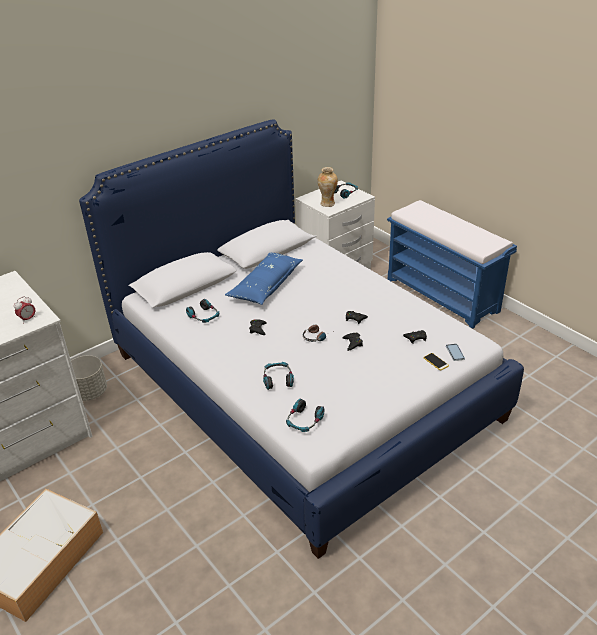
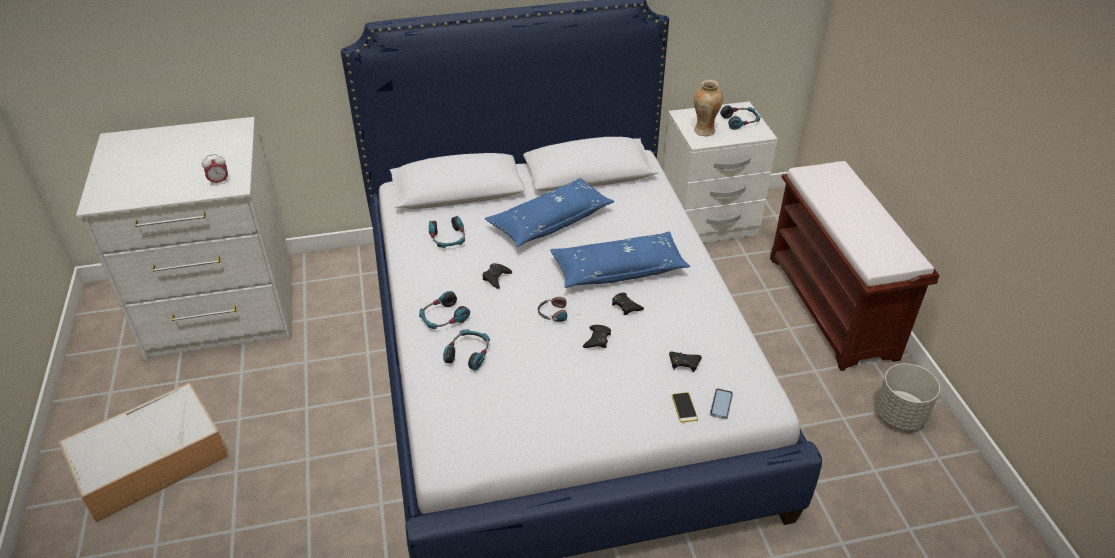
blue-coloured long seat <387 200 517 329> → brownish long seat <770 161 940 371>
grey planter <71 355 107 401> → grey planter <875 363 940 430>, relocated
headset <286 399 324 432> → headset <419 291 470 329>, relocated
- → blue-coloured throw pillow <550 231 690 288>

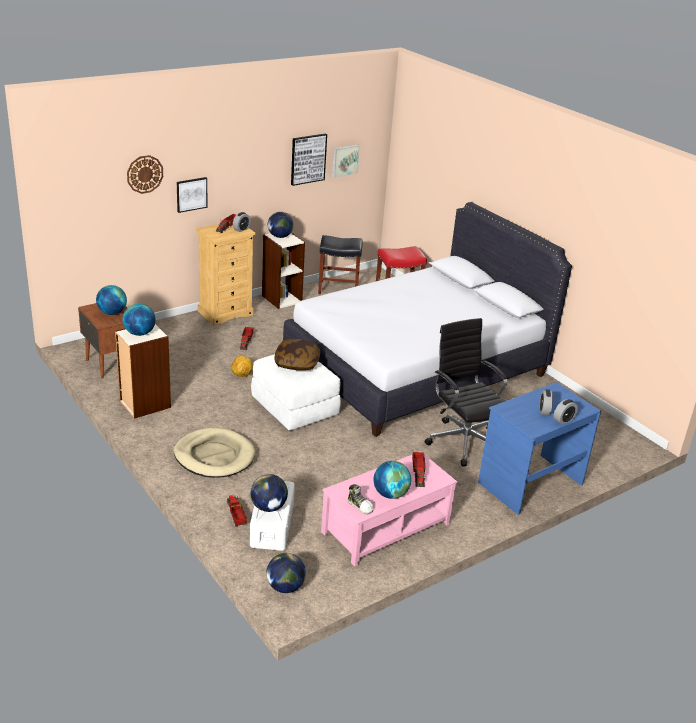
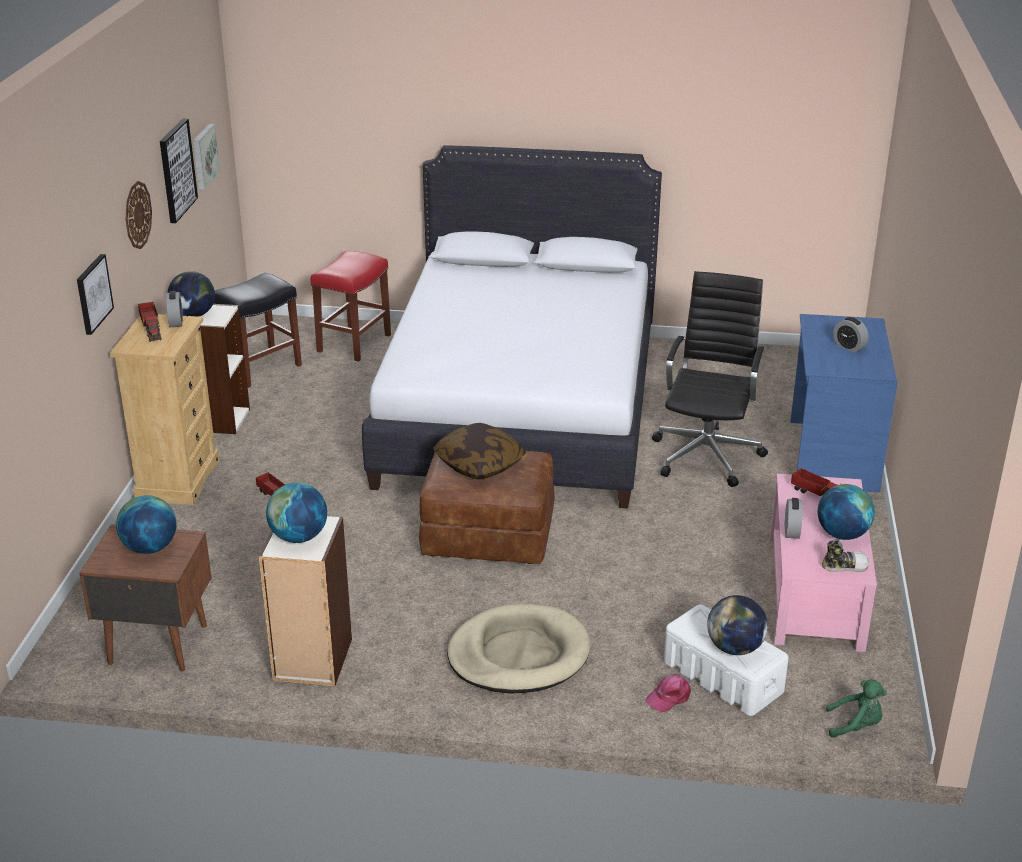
wall clock <127 155 163 194> → wall clock <126 181 152 249>, relocated
black-coloured desk chair <425 318 508 466> → black-coloured desk chair <652 271 768 487>, 90 degrees clockwise
white pouffe <251 354 341 430> → brownish pouffe <419 451 555 564>
football <231 356 253 377> → -
alarm clock <554 399 578 424> → alarm clock <785 498 803 539>, relocated
model truck <227 495 247 526> → pink peaked cap <645 674 691 712>
world globe <266 553 306 593> → green-coloured soft toy <826 680 887 738>

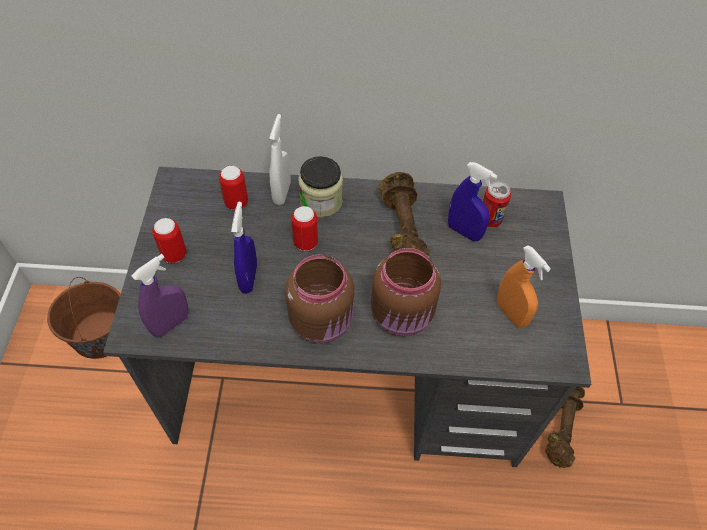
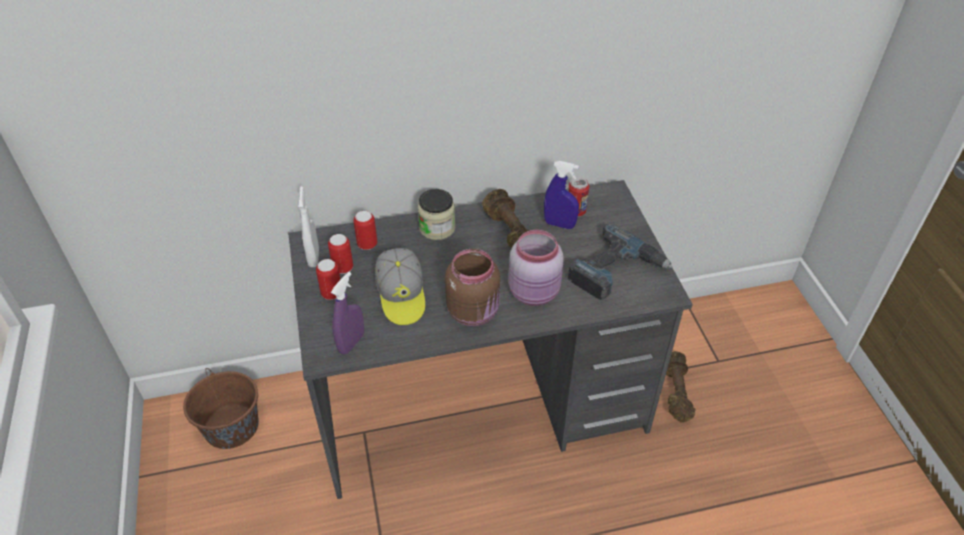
white spray bottle <269 114 291 205> → white spray bottle <298 186 319 267>, relocated
blue-coloured spray bottle <231 202 257 294> → peaked cap <375 248 425 325>
can <291 206 318 251> → can <328 234 353 274>, relocated
orangey spray bottle <497 245 551 328> → electric drill <568 224 673 301>
brownish jar <371 248 441 336> → pink jar <509 230 563 306>

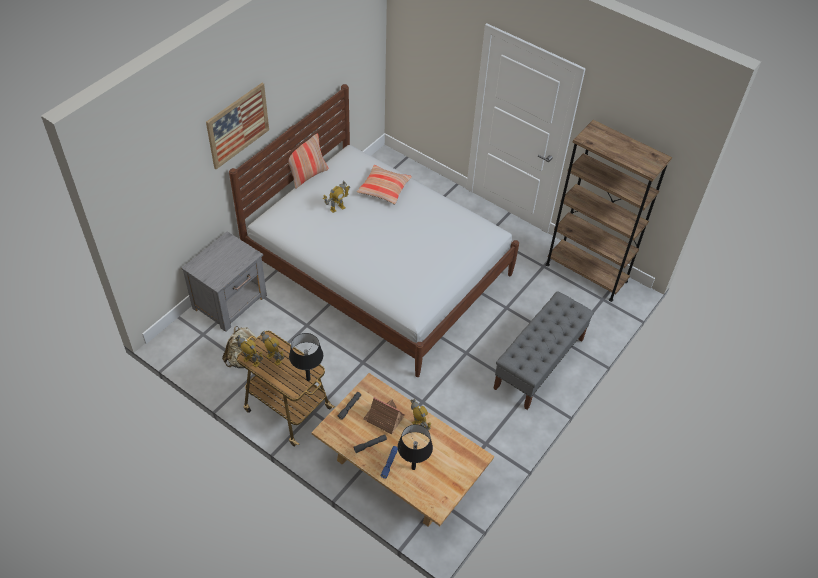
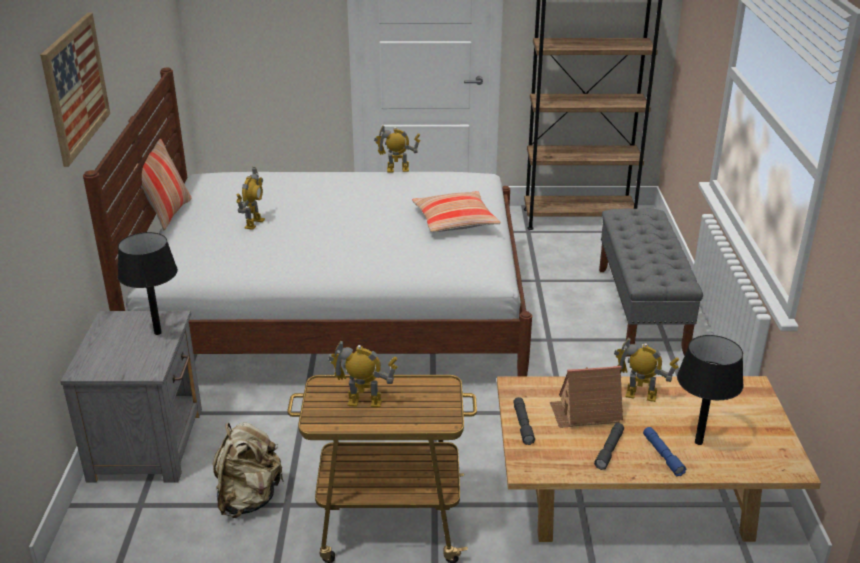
throw pillow <357 165 412 205> → throw pillow <412 191 501 232>, relocated
black-coloured table lamp <289 333 323 381> → black-coloured table lamp <118 232 178 335>, relocated
model robot <235 335 263 367> → model robot <374 125 421 173>, relocated

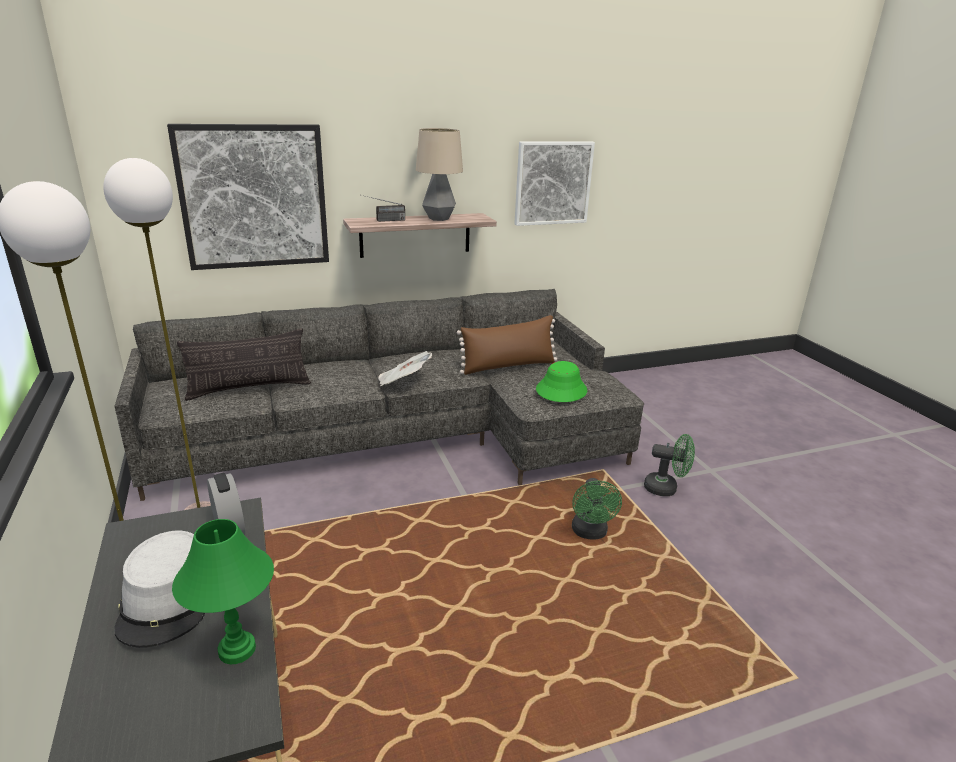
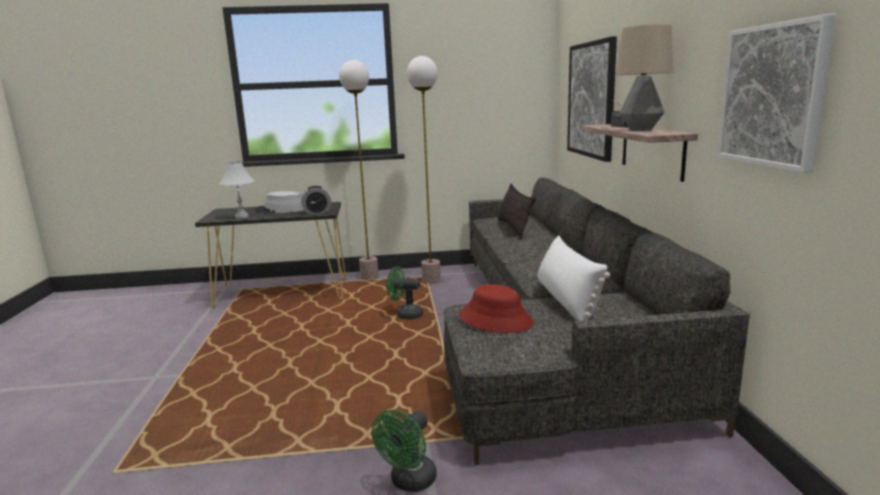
brownish throw pillow <457 315 557 375> → white throw pillow <537 235 610 321>
newspaper <378 351 432 386> → -
green-coloured clothing hat <536 361 587 402> → reddish clothing hat <459 284 534 333>
green-coloured fan <572 478 622 540> → green-coloured fan <387 266 423 319>, relocated
green-coloured table lamp <172 519 274 664> → white table lamp <219 162 254 219>

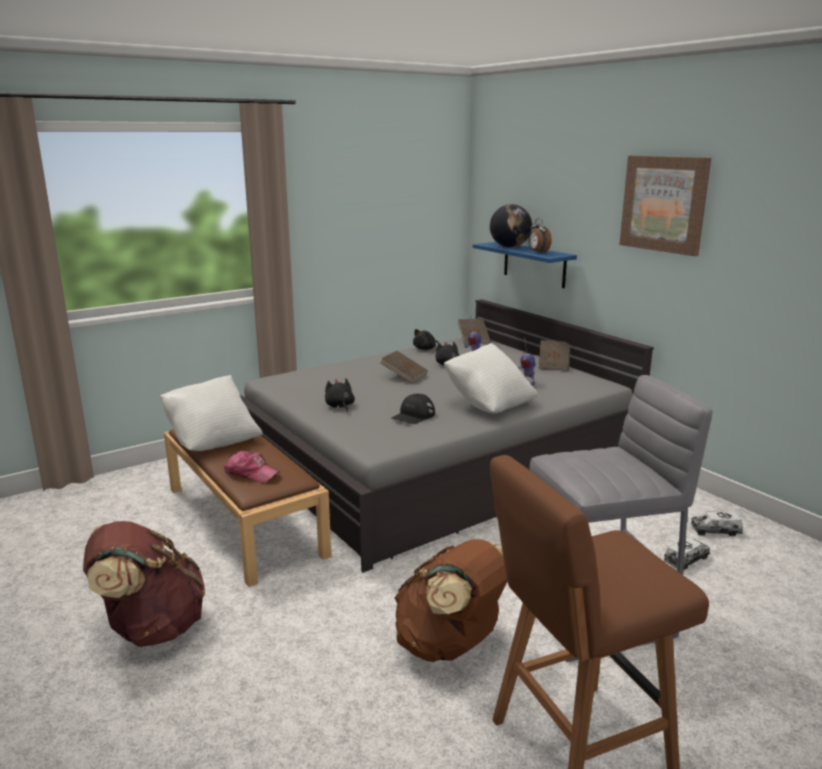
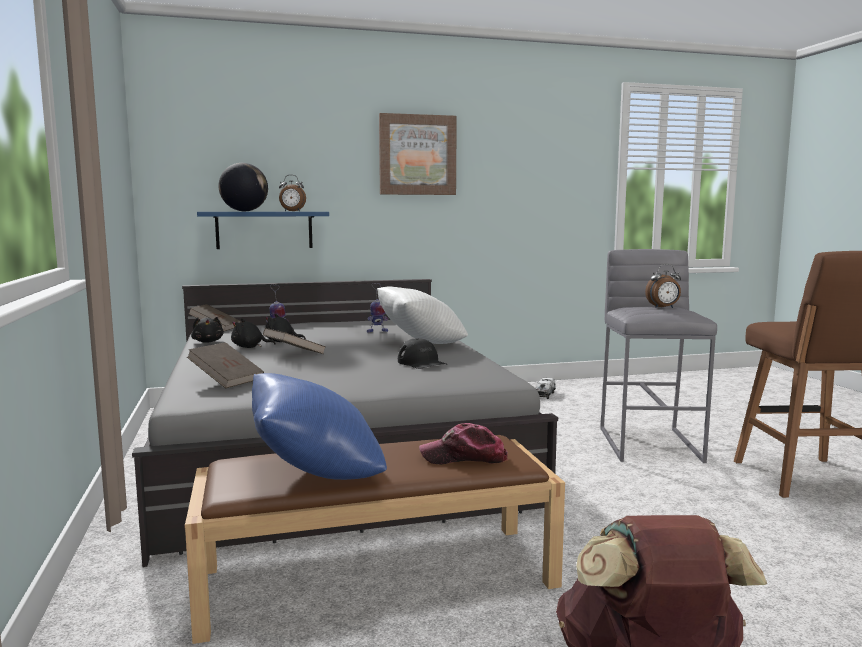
brownish volume <538 340 570 370> → brownish volume <187 342 264 388>, relocated
white throw pillow <160 375 263 451> → blue-coloured throw pillow <252 373 387 480>
black-coloured soft toy <325 378 355 412> → black-coloured soft toy <231 318 276 348>, relocated
peaked cap <224 451 280 483> → peaked cap <419 423 508 464>, 135 degrees counterclockwise
model truck <664 537 710 570> → -
brownish backpack <394 539 507 662> → -
- → alarm clock <645 264 681 308>

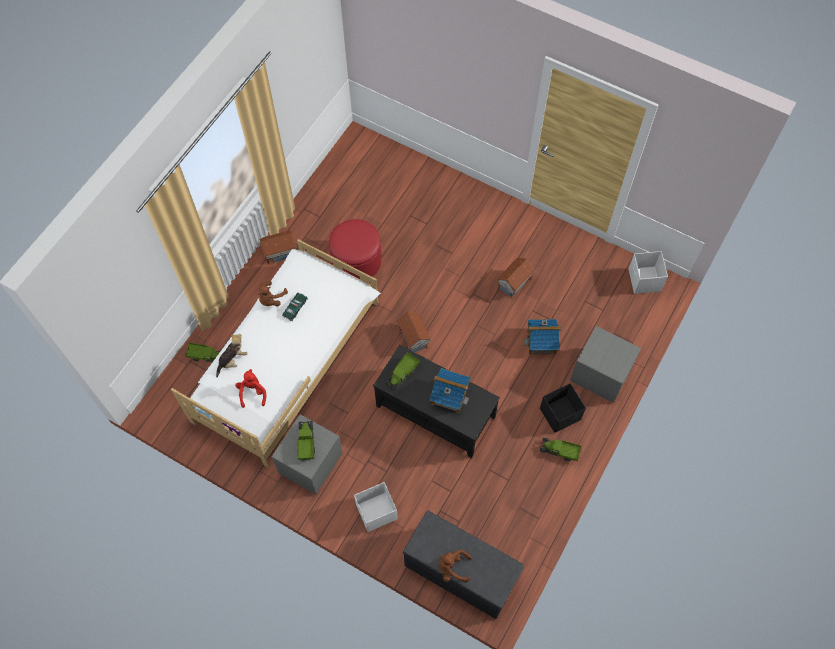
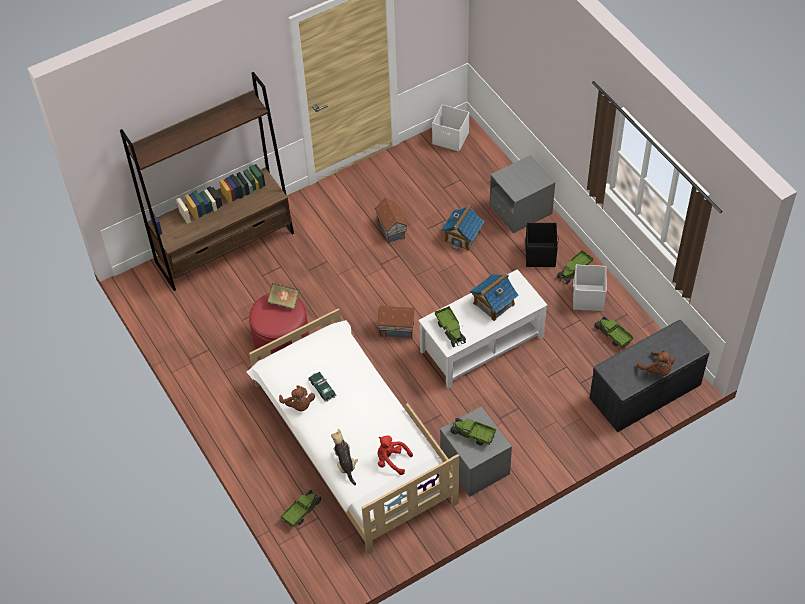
toy house <259 230 296 264> → -
black-coloured lounge table <373 345 500 458> → white lounge table <418 269 548 388>
white storage bin <354 482 398 532> → white storage bin <573 265 606 311>, relocated
brownish soft toy <439 550 472 582> → brownish soft toy <637 350 675 376>, 75 degrees counterclockwise
- → brownish bookshelf <120 72 294 291>
- → volume <267 283 299 309>
- → model truck <595 316 633 348>

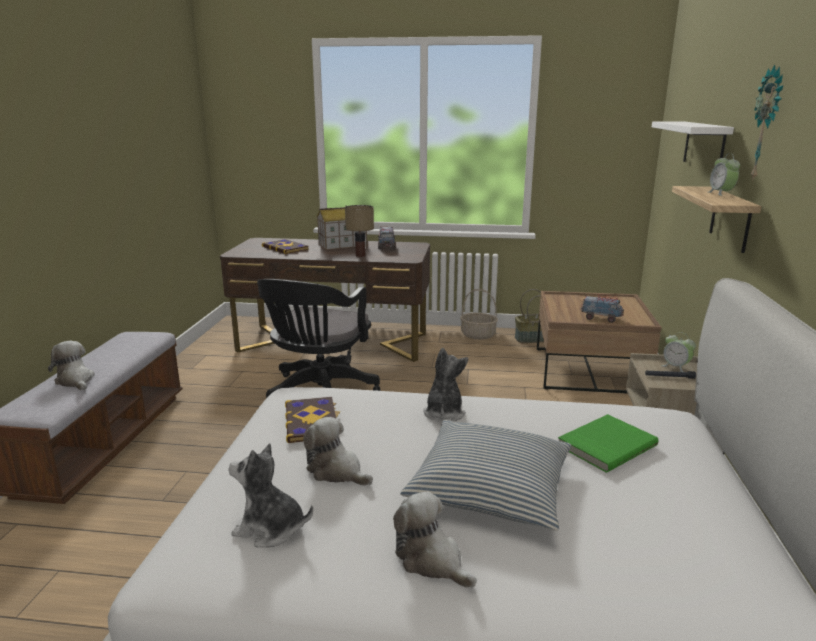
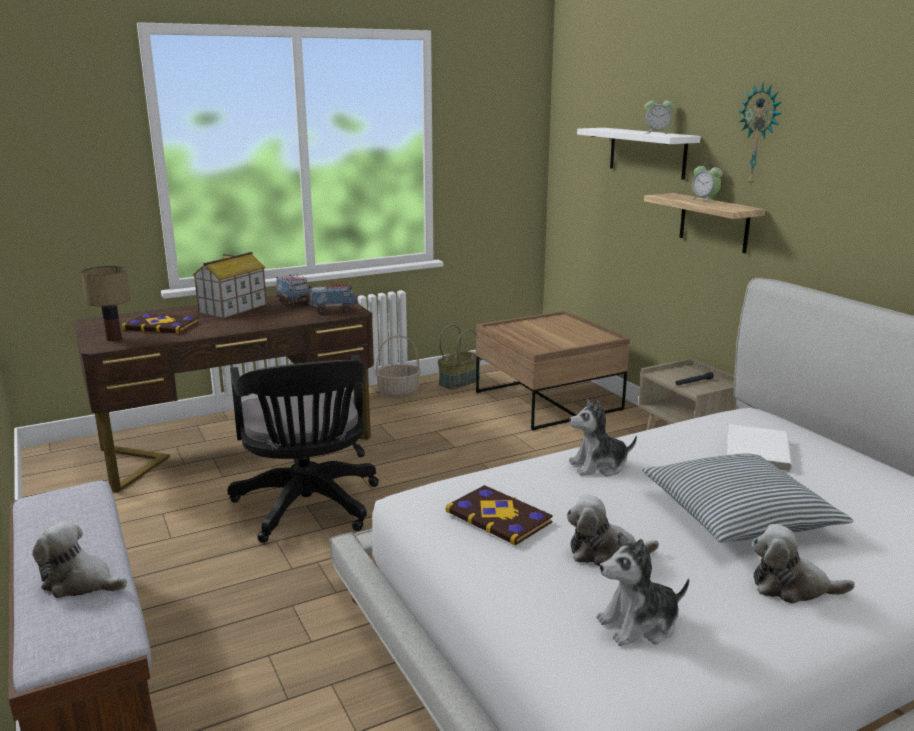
table lamp <345 205 374 257> → table lamp <81 266 130 341>, relocated
model truck <581 294 624 323> → model truck <308 282 358 314>, relocated
alarm clock <661 332 696 372> → alarm clock <644 99 674 134>, relocated
soft toy <423 348 468 421> → soft toy <569 399 637 477>, 75 degrees counterclockwise
green-coloured volume <558 414 658 473> → white volume <727 424 792 472>

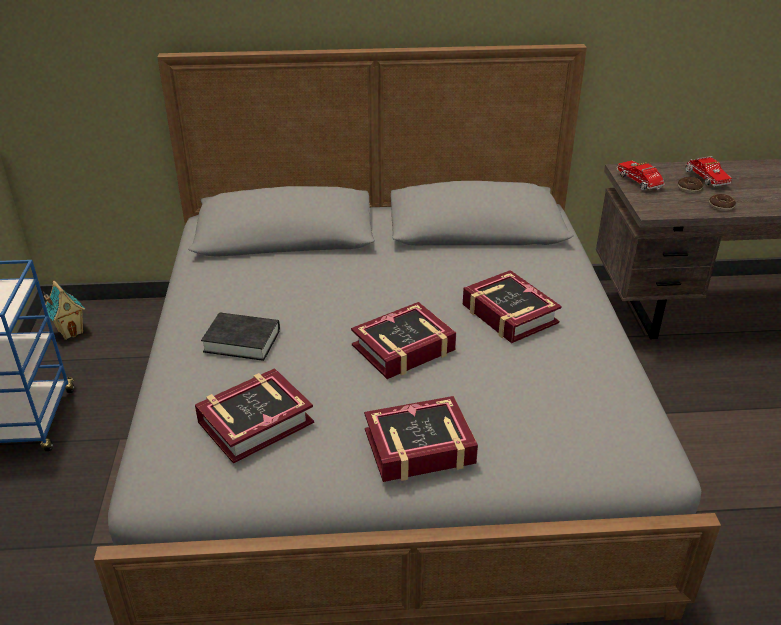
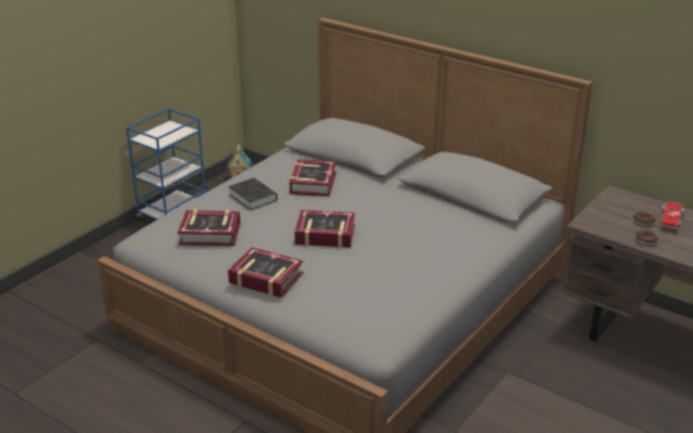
model truck <617 161 665 190> → -
volume <463 270 562 343> → volume <290 159 336 196>, relocated

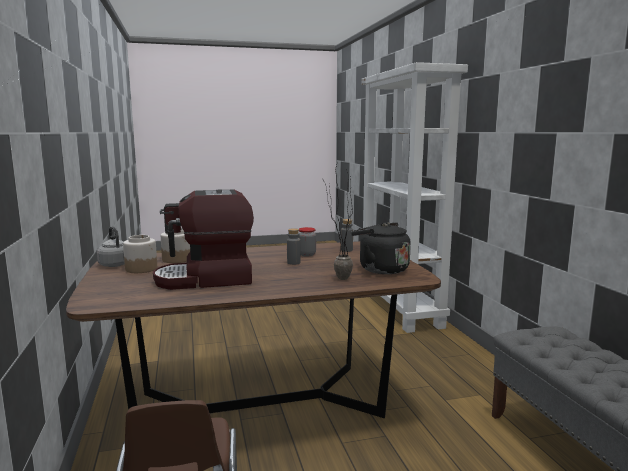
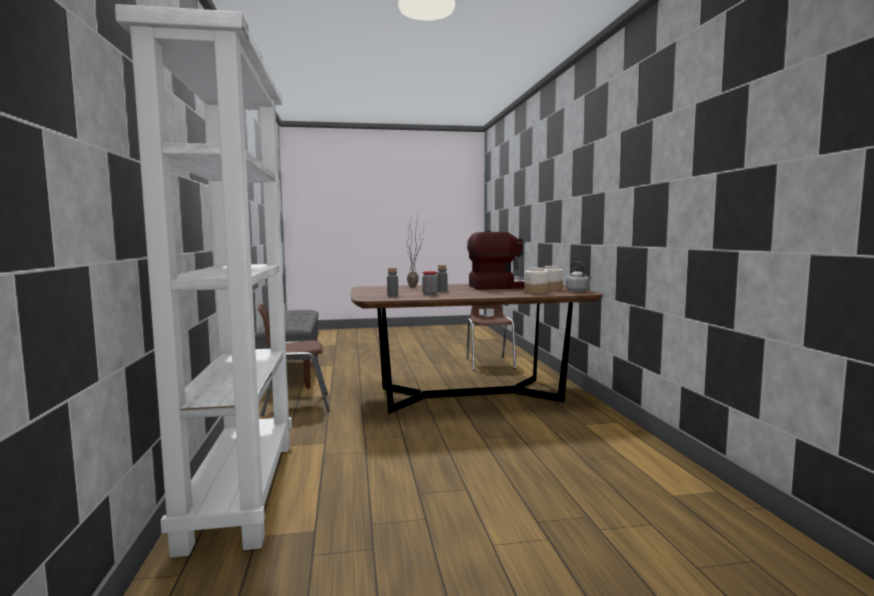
black-coloured tea kettle <351 222 411 274> → -
- → brownish chair <258 304 330 416>

